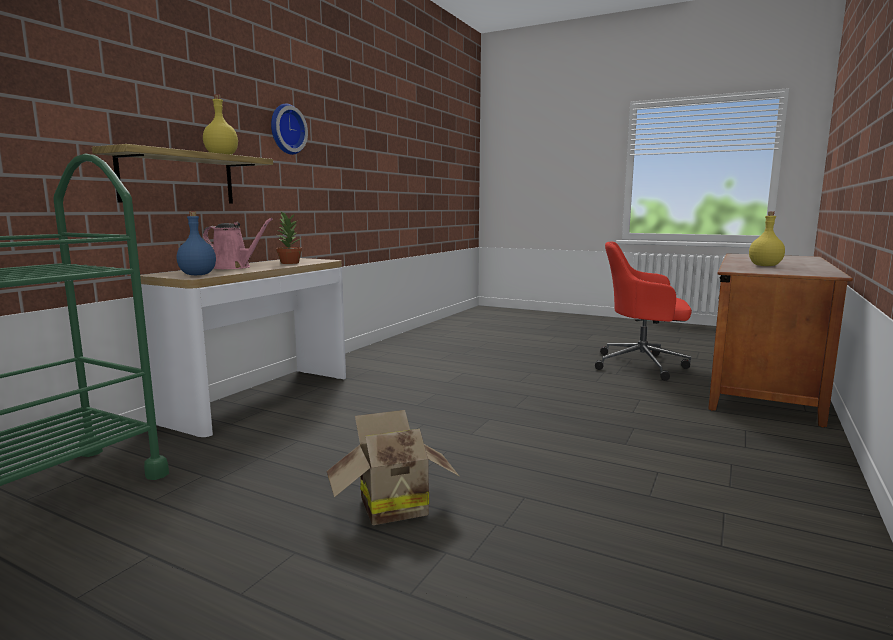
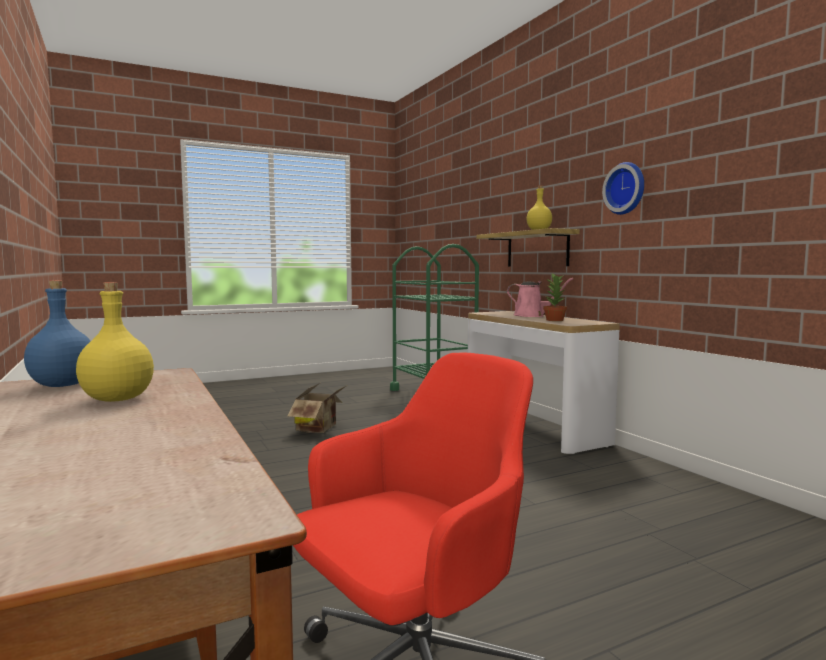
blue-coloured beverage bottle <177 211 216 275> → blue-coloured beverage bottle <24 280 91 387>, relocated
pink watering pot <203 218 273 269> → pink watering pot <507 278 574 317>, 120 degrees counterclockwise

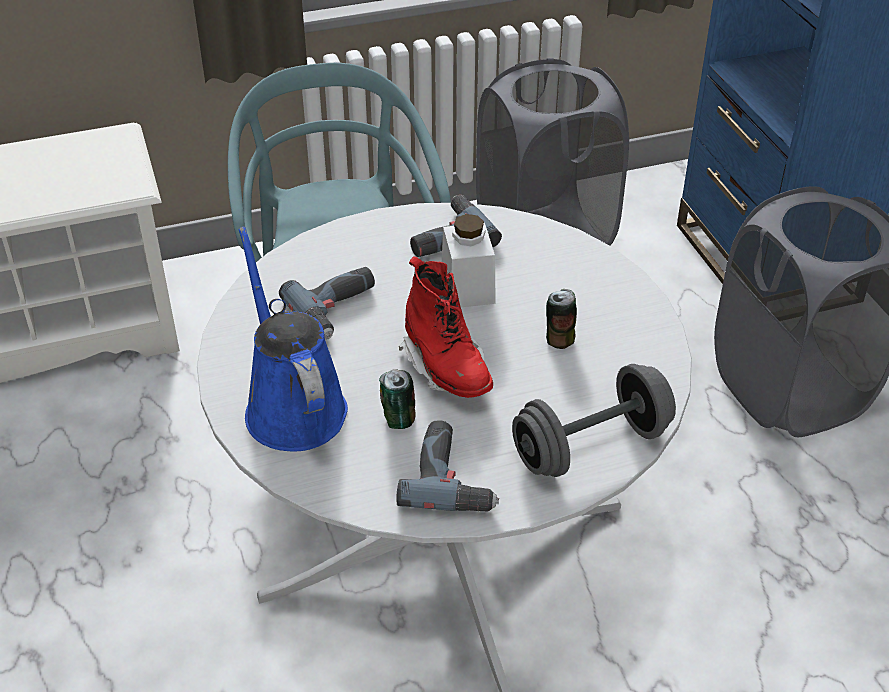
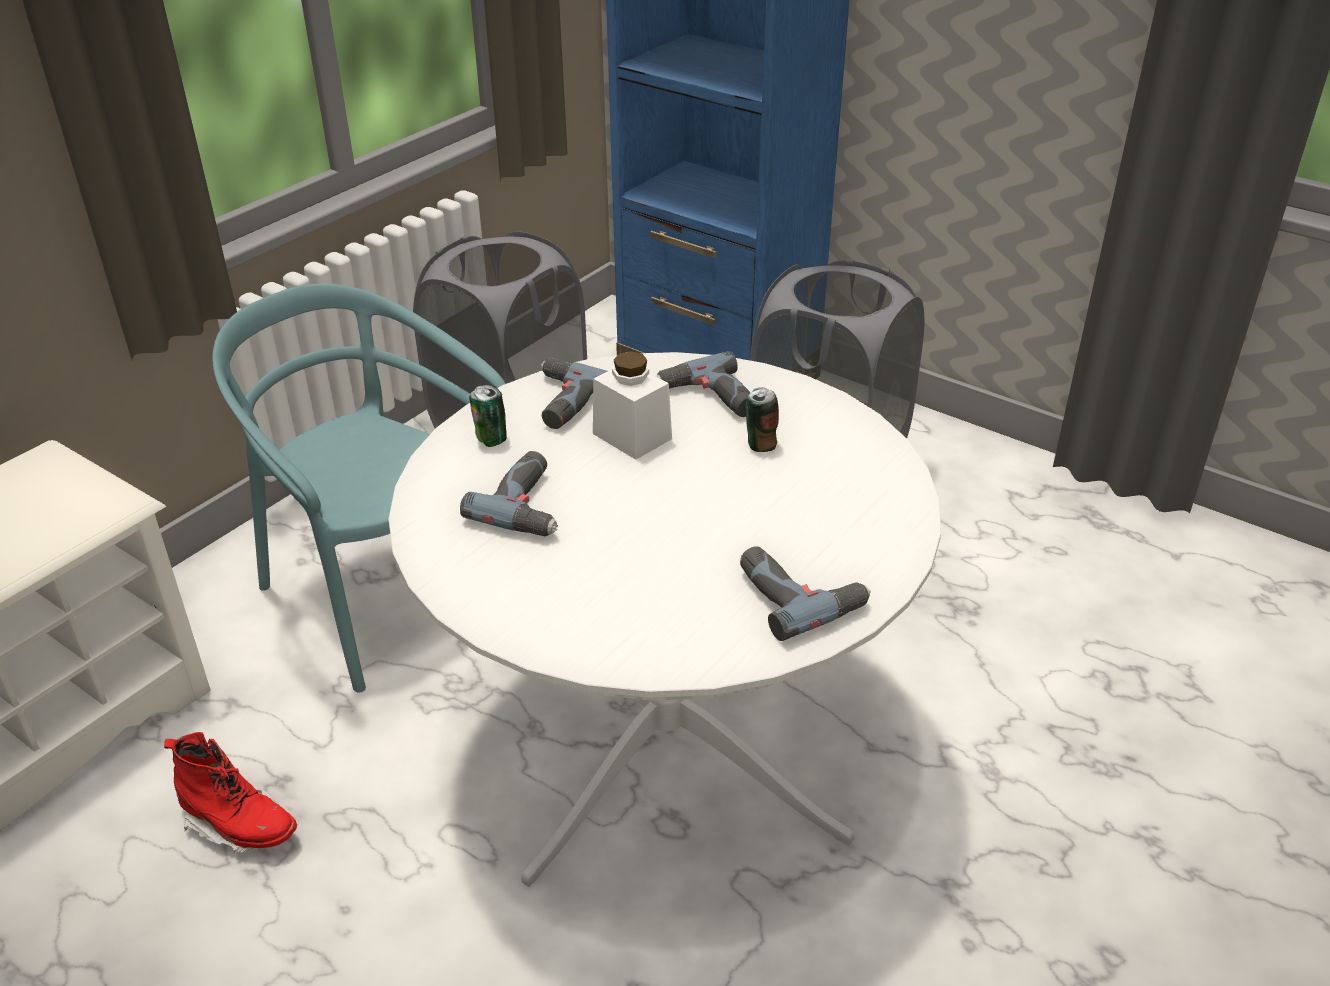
blue-coloured watering pot <239 227 348 451> → -
reddish high-top boot <399 256 493 398> → reddish high-top boot <164 732 297 853>, relocated
grey free weight <512 364 676 477> → -
can <379 369 416 429> → can <469 384 507 447>, relocated
- → electric drill <656 351 750 417>

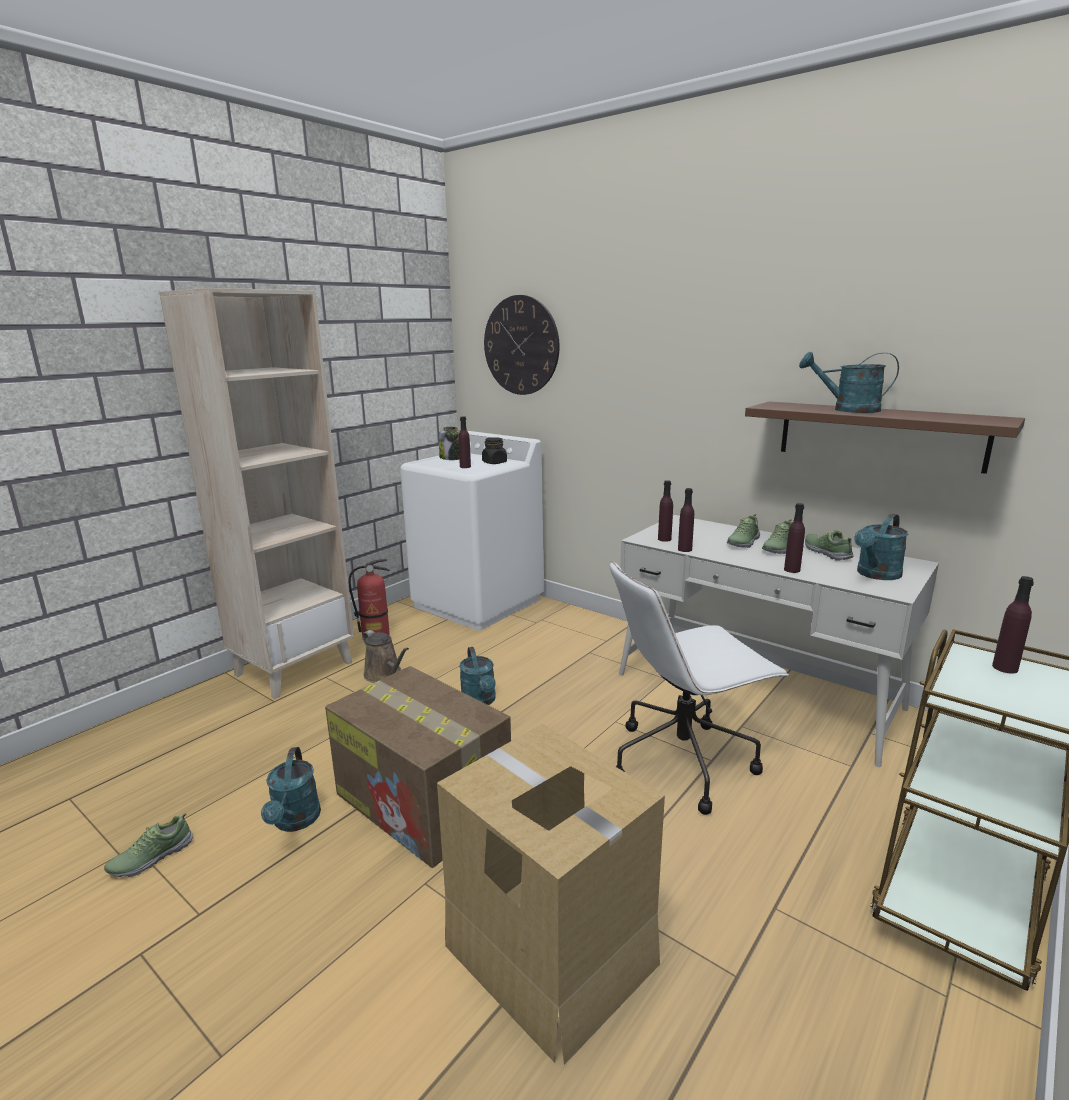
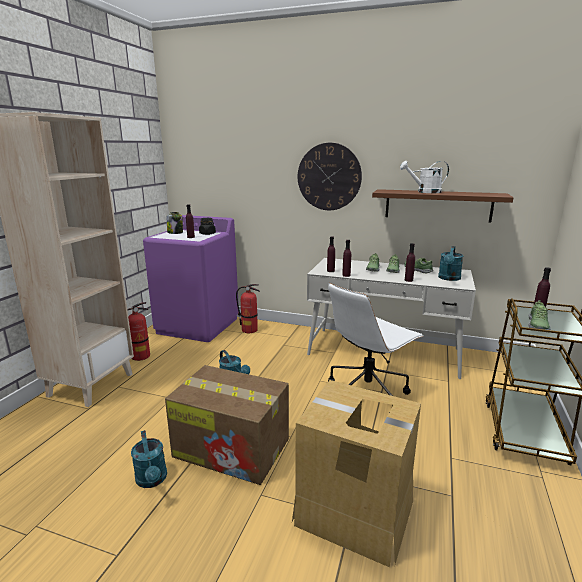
wall clock <484 295 559 395> → wall clock <298 143 362 210>, relocated
turquoise watering pot <799 352 899 413> → white watering pot <400 161 449 193>
white washing machine <400 431 544 631> → purplish washing machine <143 215 239 342>
brownish watering pot <363 630 409 683> → -
item of footwear <104 813 193 877> → item of footwear <528 300 551 330>, relocated
- → fire-fighting cylinder <236 284 260 333>

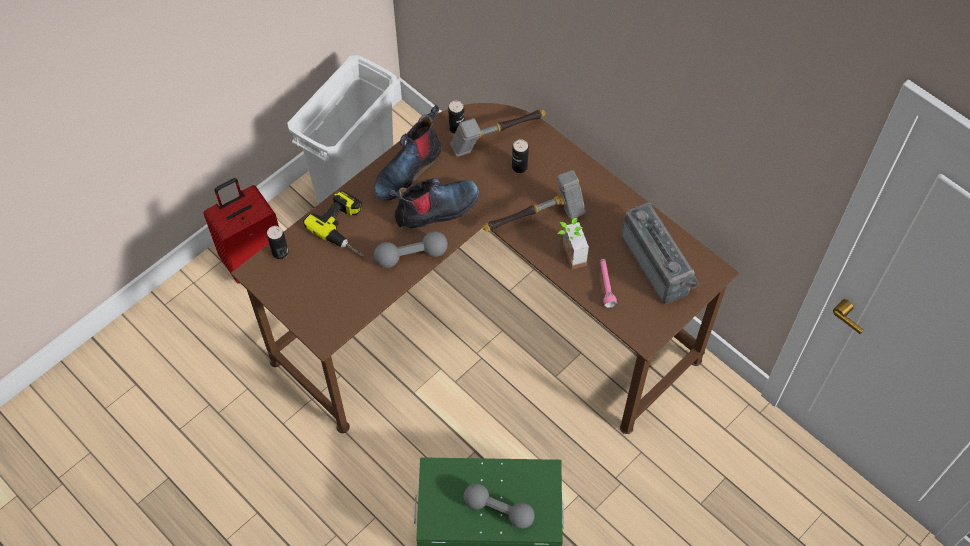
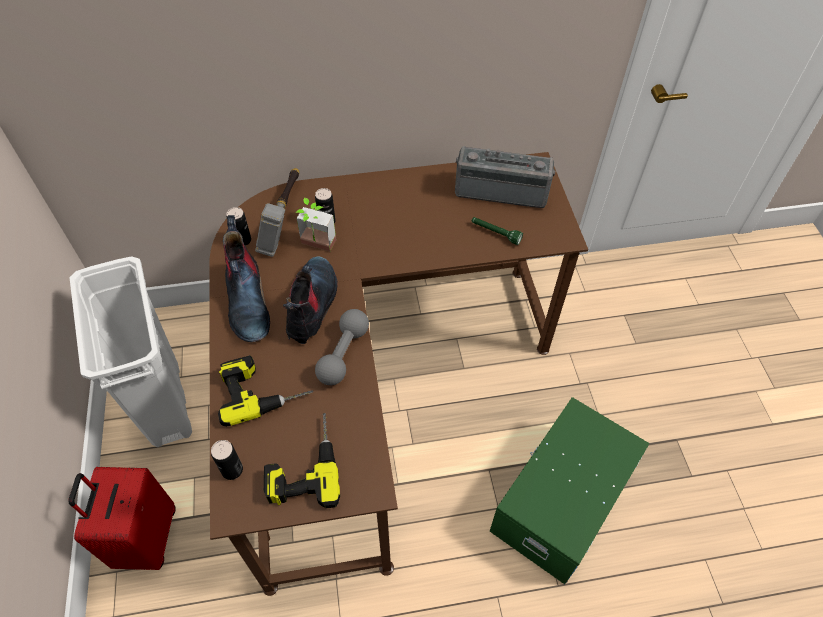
hand hammer <483 170 586 232> → -
plant in a pot <558 218 589 269> → plant in a pot <295 198 336 252>, relocated
pink torch <600 259 617 308> → green-coloured torch <471 217 523 245>
grey free weight <464 483 535 529> → -
- → electric drill <264 413 340 508>

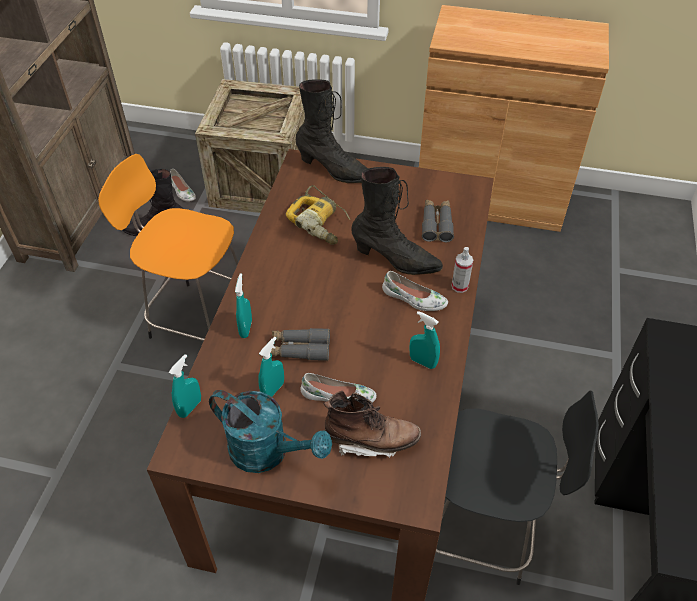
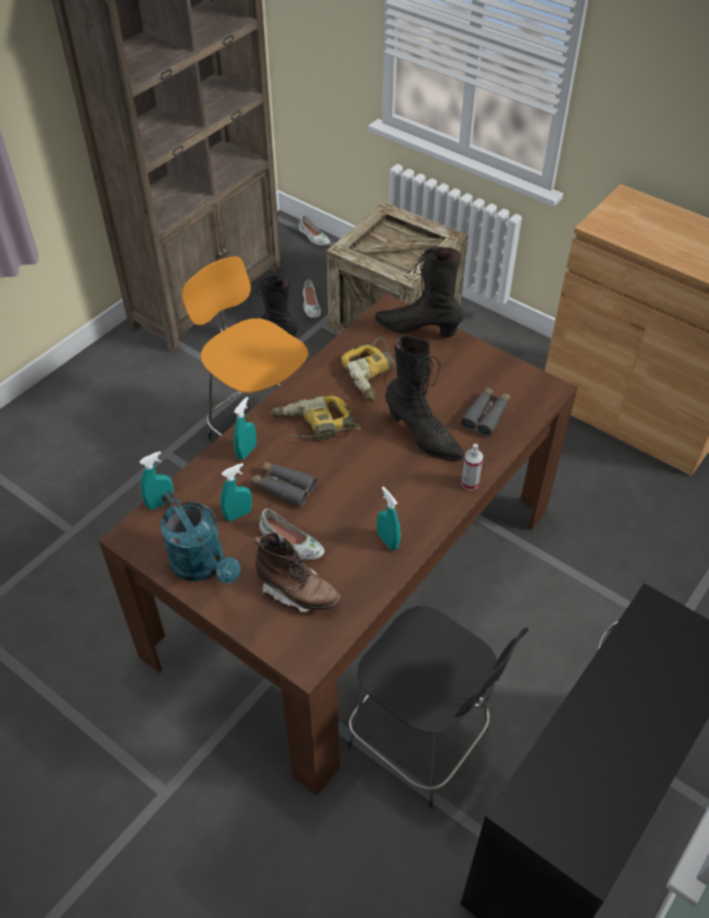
black-coloured high-top boot <296 79 368 183> → black-coloured high-top boot <375 247 463 338>, 150 degrees clockwise
white item of footwear <382 271 448 311> → white item of footwear <299 215 330 246>, relocated
- → electric drill <271 396 361 440>

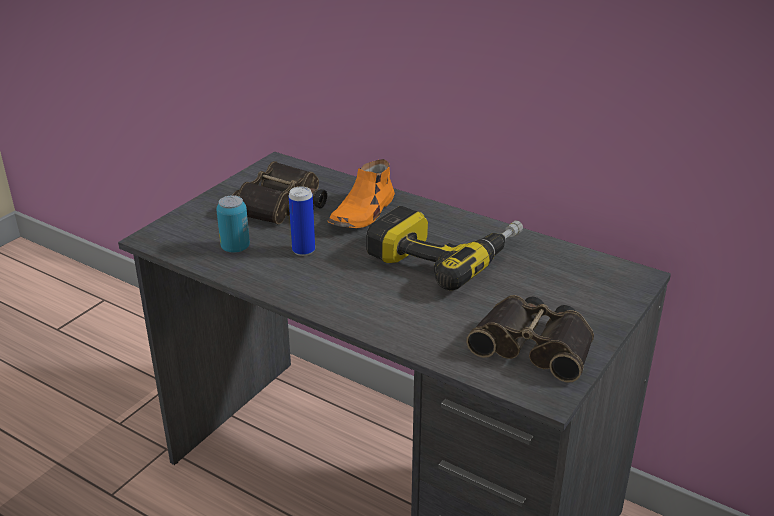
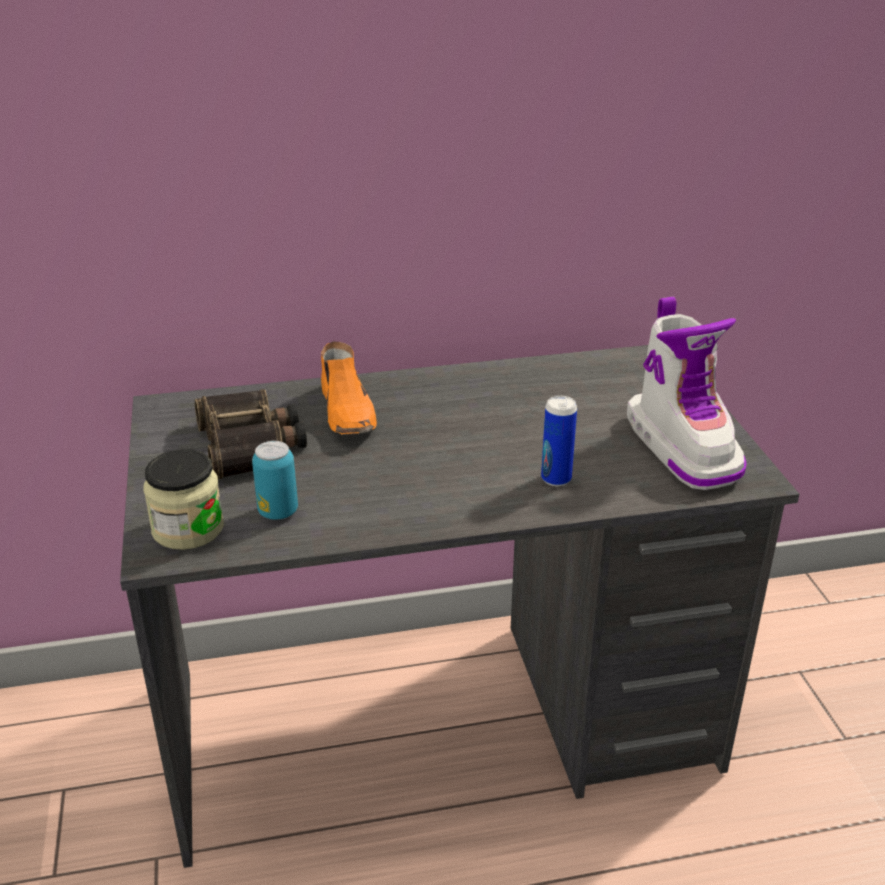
can <289 186 315 256> → can <541 396 577 486>, relocated
electric drill <366 206 523 291> → -
field glasses <466 295 594 383> → high-top boot <627 297 747 490>
- → jar <144 449 224 550>

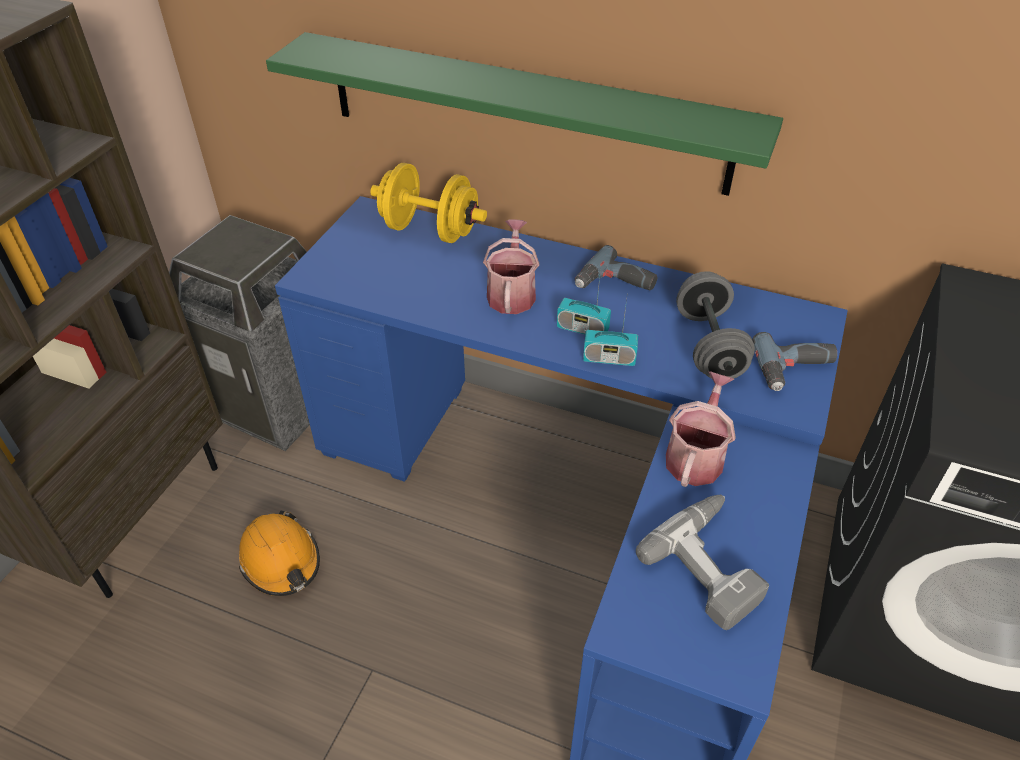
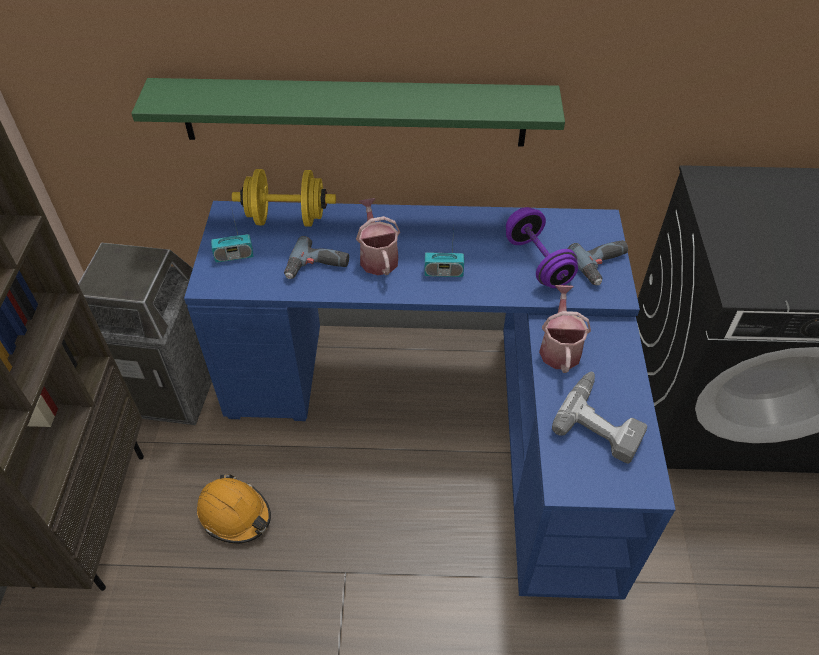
electric drill <575 245 657 290> → electric drill <284 236 349 279>, relocated
grey free weight <676 271 755 379> → purplish free weight <506 207 578 288>
radio set <583 299 638 366> → radio set <211 207 253 263>, relocated

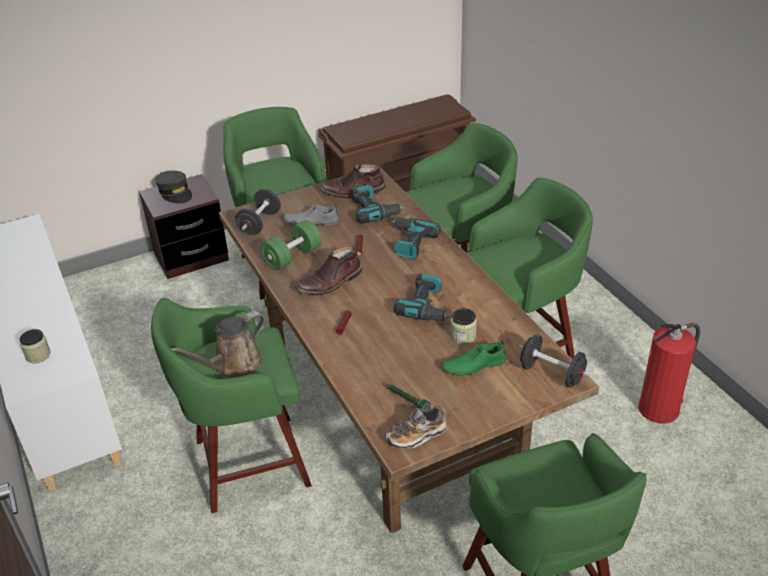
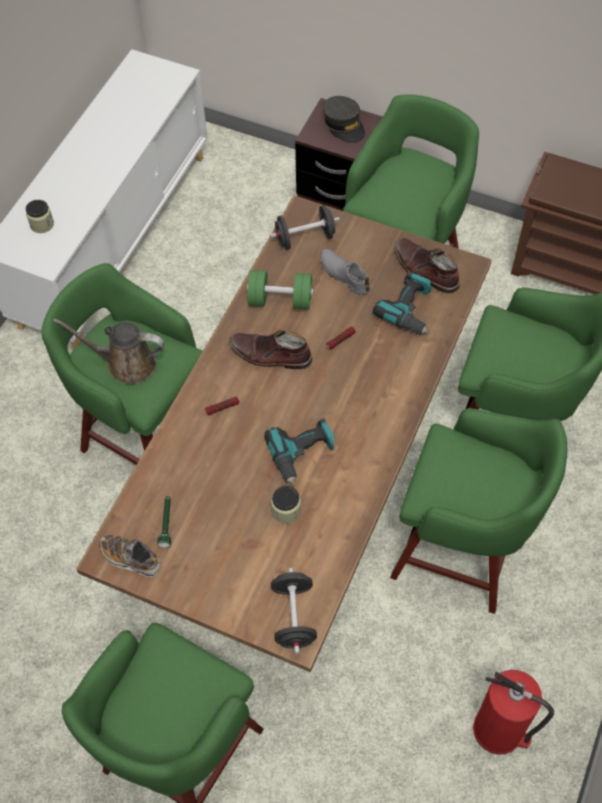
grey peaked cap <155 171 192 204> → grey peaked cap <323 96 365 143>, 45 degrees counterclockwise
electric drill <391 217 441 260> → -
green-coloured item of footwear <441 340 506 376> → -

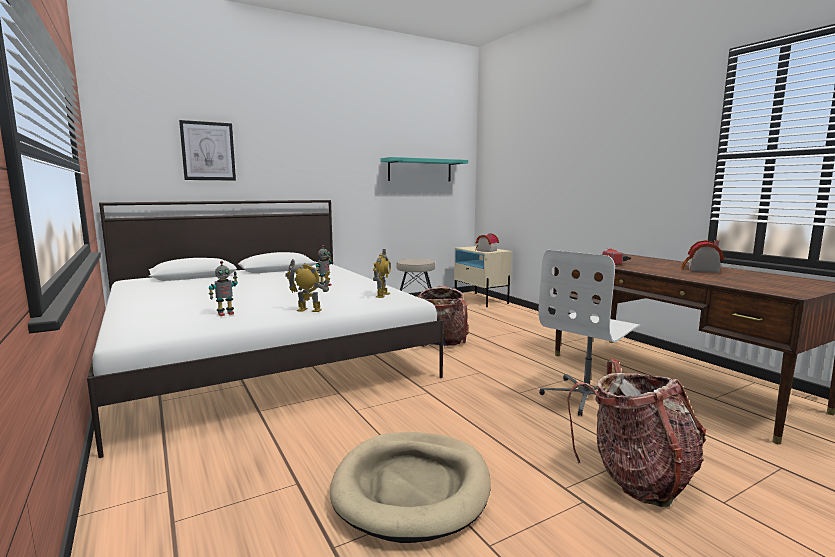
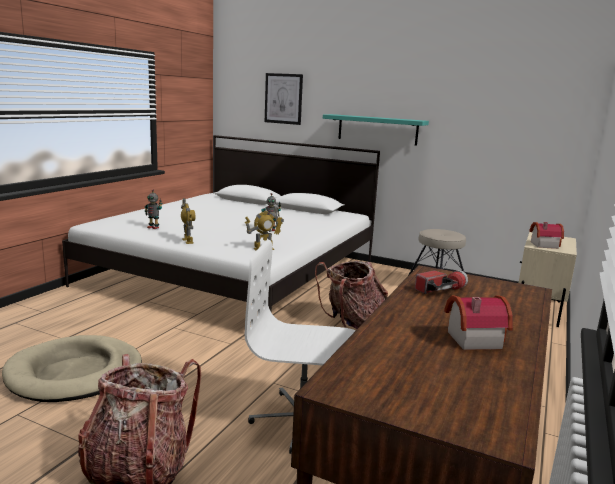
turquoise bracket shelf <381 157 468 182> → turquoise bracket shelf <323 114 429 146>, relocated

